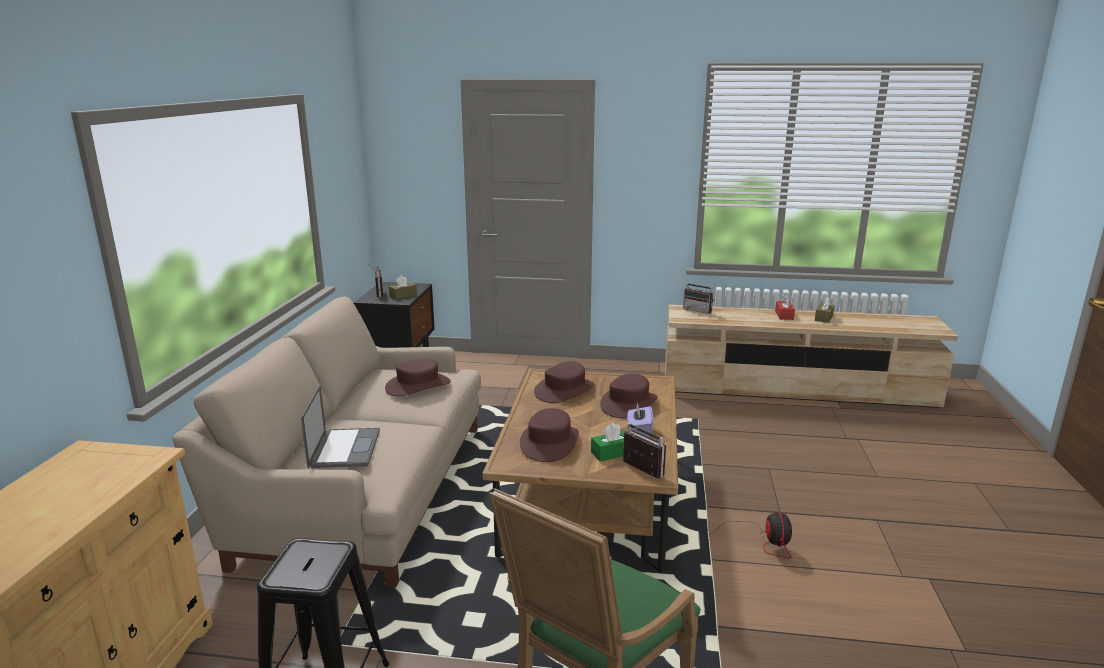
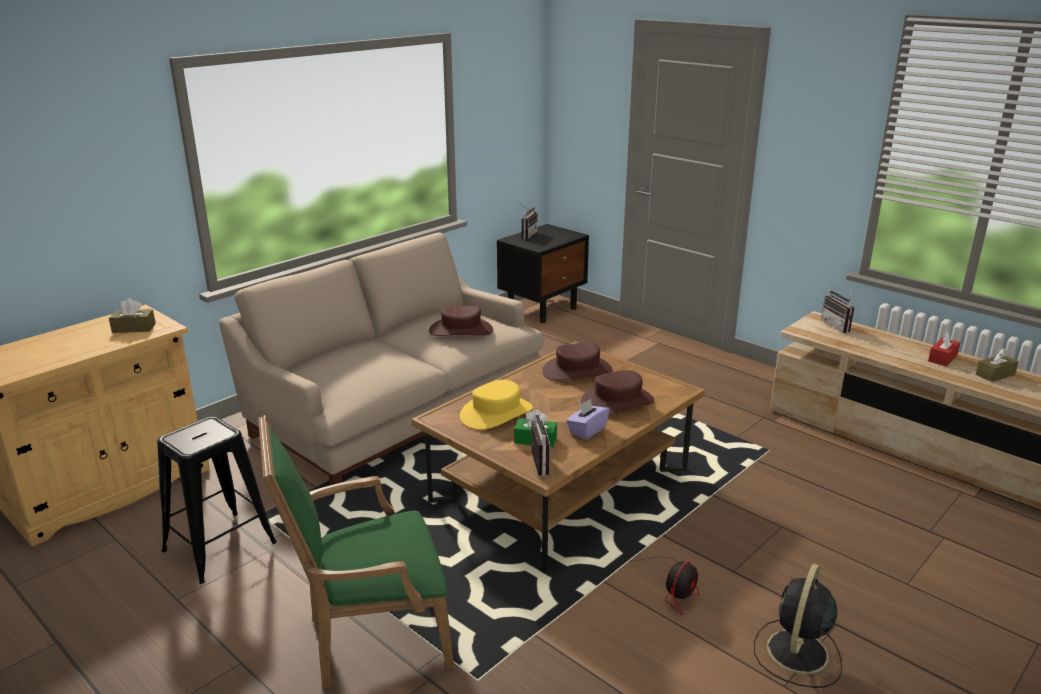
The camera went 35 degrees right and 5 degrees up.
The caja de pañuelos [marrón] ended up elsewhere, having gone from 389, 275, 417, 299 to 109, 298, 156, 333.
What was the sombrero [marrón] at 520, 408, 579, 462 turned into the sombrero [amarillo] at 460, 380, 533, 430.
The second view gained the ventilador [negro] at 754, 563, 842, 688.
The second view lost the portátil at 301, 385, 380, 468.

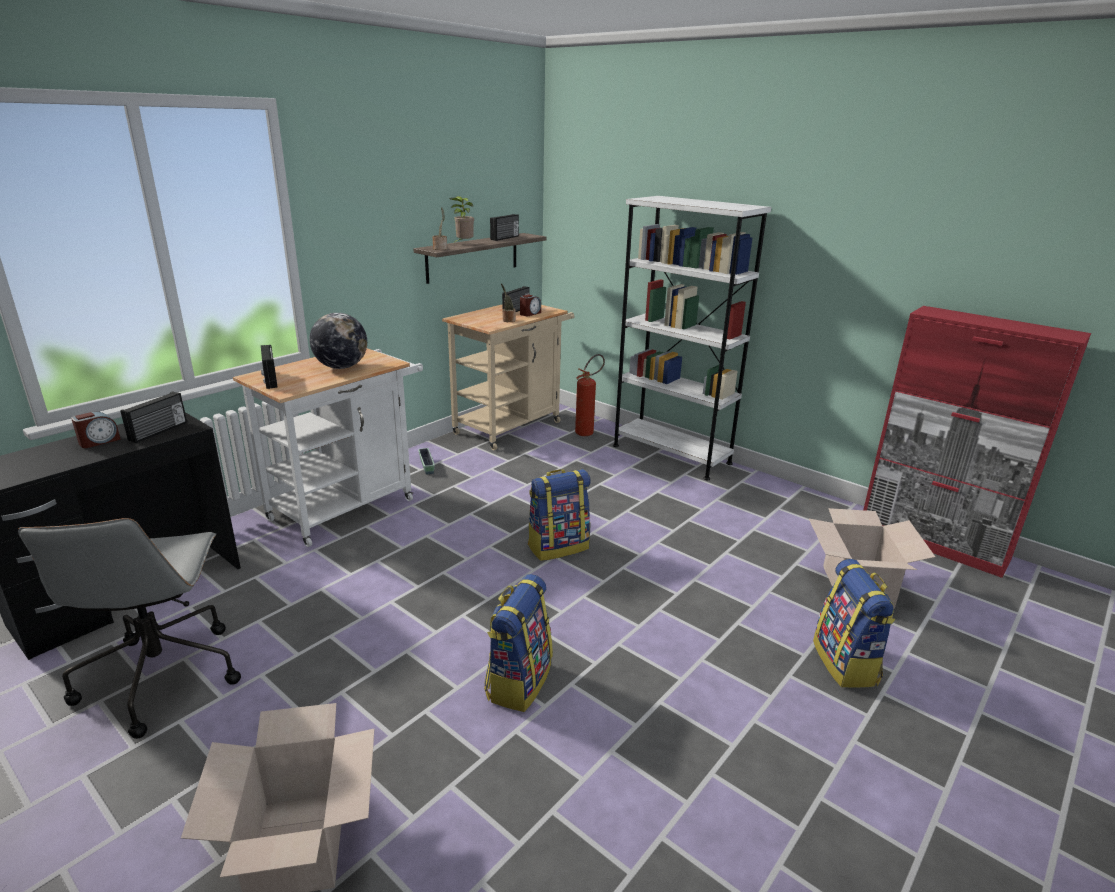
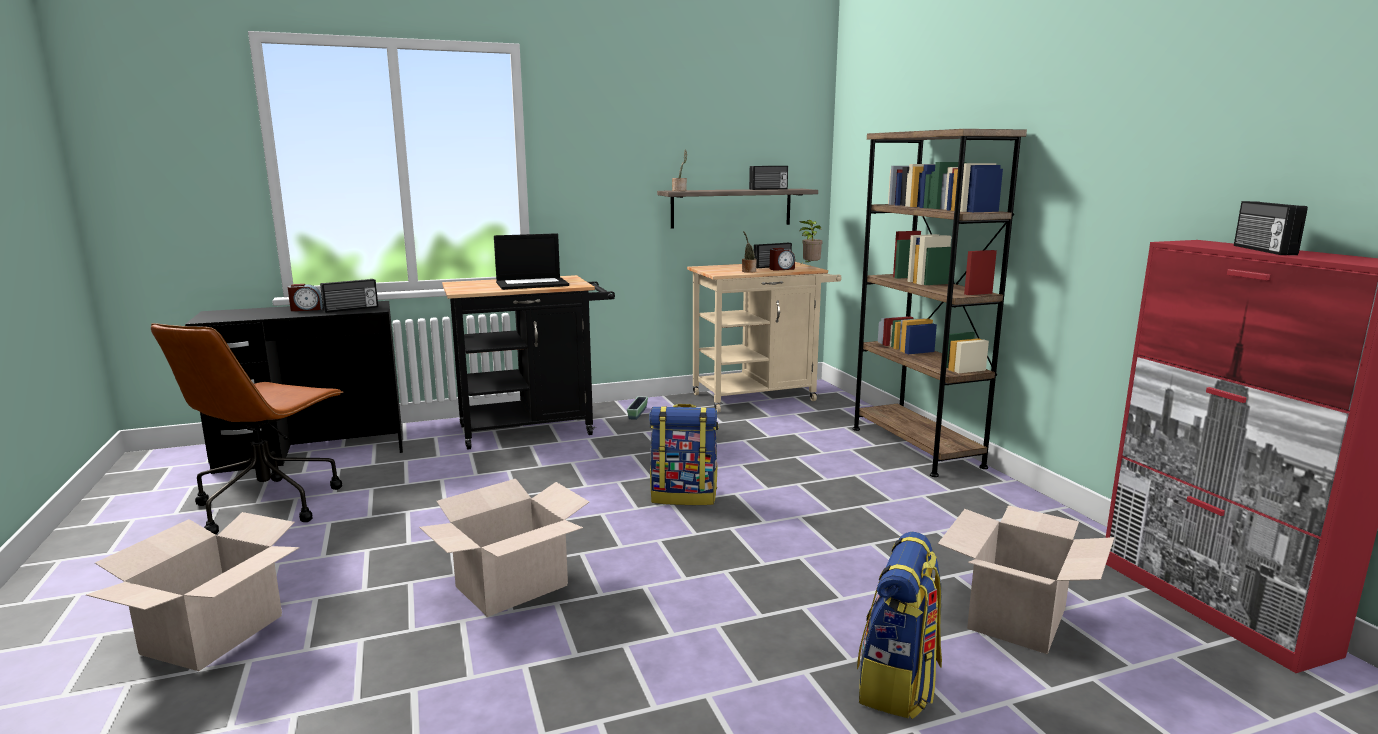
The camera went 30 degrees right and 10 degrees down.
What was the silla de oficina [gris] at 18, 518, 241, 739 turned into the silla de oficina [marrón] at 151, 323, 343, 535.
Where the mochila stood at 484, 574, 553, 712, the caja de cartón came to stand at 419, 479, 589, 617.
What was the carrito [blanco] at 233, 348, 423, 547 turned into the carrito [negro] at 442, 275, 615, 450.
Where the globo terráqueo stood at 309, 313, 367, 369, the portátil came to stand at 494, 233, 569, 290.
The planta en maceta ended up elsewhere, having gone from 449, 196, 474, 243 to 799, 220, 823, 264.
What was the estantería [blanco] at 613, 196, 771, 480 turned into the estantería [marrón] at 852, 129, 1027, 477.
The radio ended up elsewhere, having gone from 261, 345, 277, 389 to 1234, 201, 1308, 255.
The second view lost the extintor at 575, 354, 605, 436.

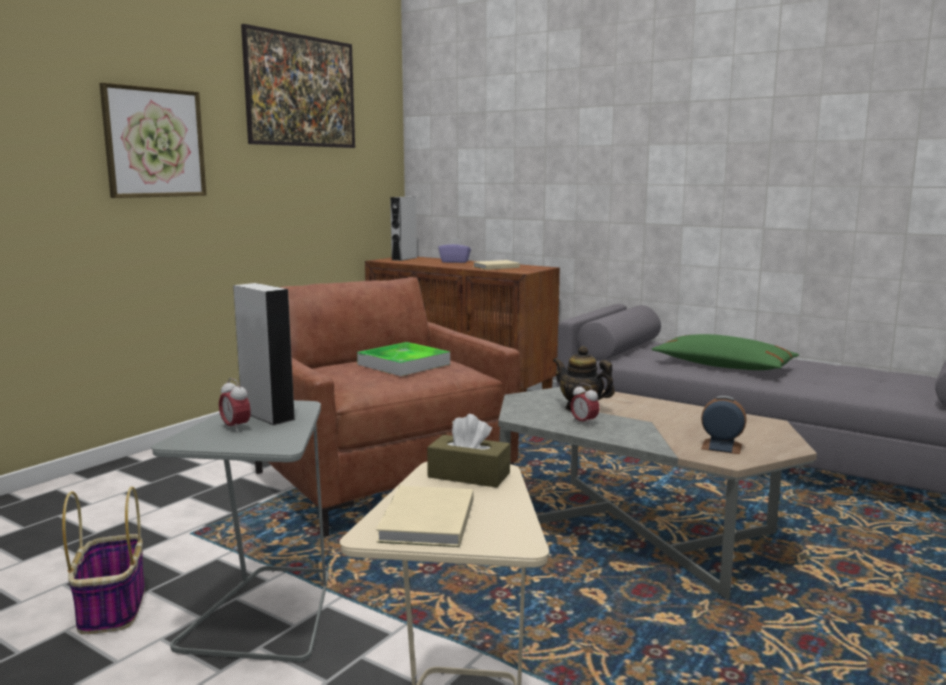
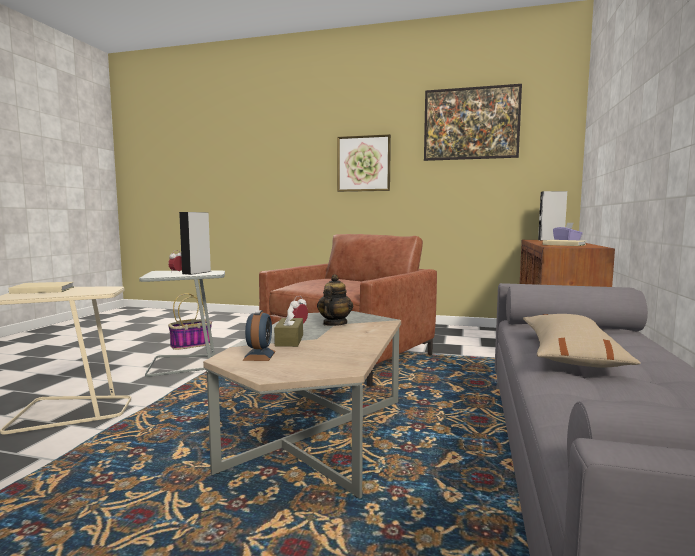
The camera went 70 degrees right and 5 degrees down.
The caja de pañuelos [marrón] ended up elsewhere, having gone from 427, 414, 510, 488 to 274, 305, 303, 347.
What was the cojín [verde] at 652, 334, 799, 370 turned into the cojín [beis] at 523, 314, 641, 368.
The second view lost the bandeja at 357, 342, 450, 376.

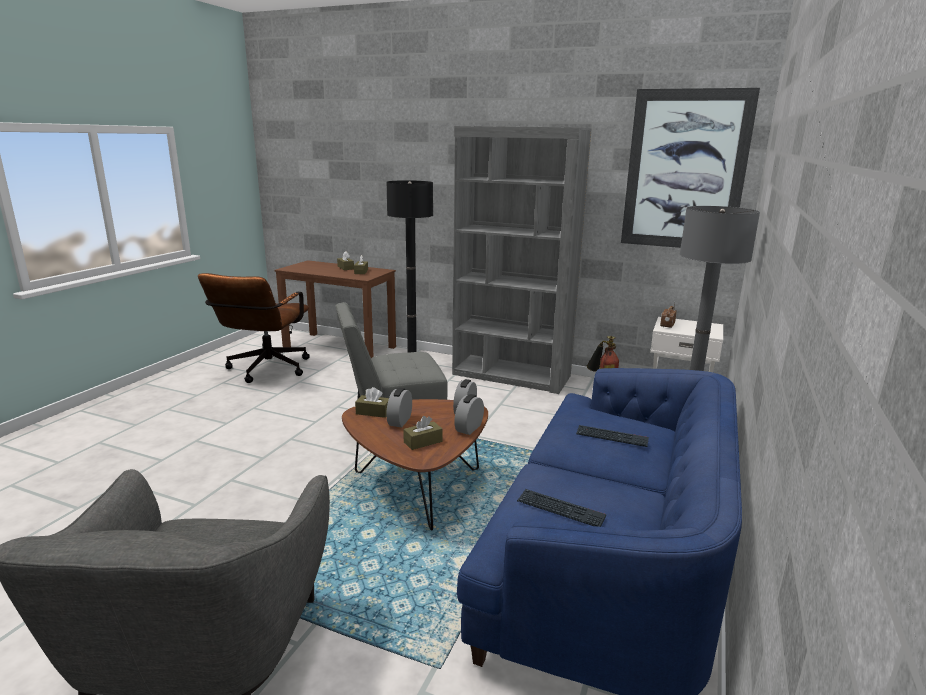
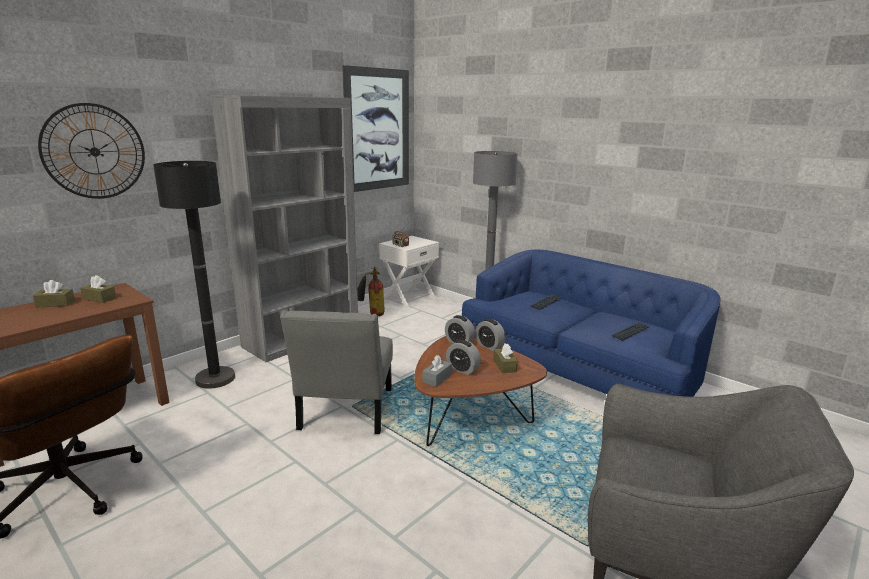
The camera went 70 degrees left and 0 degrees up.
The second view gained the reloj de pared at 38, 103, 145, 199.
What was the caja de pañuelos [marrón] at 355, 387, 389, 418 turned into the caja de pañuelos [gris] at 423, 355, 452, 387.

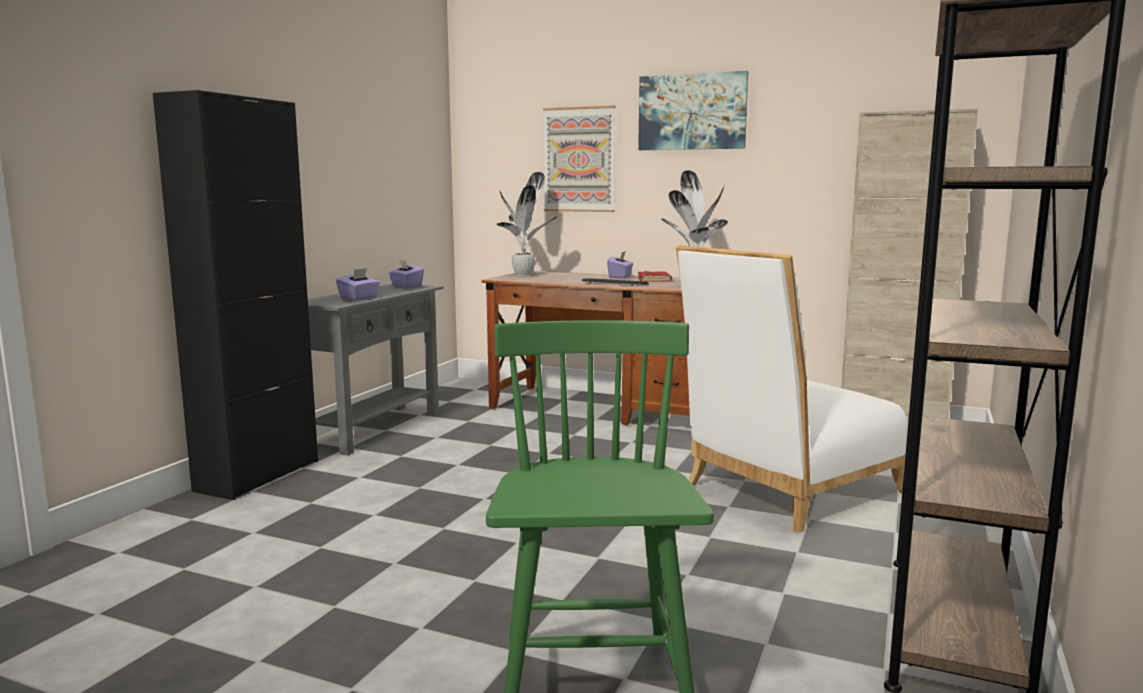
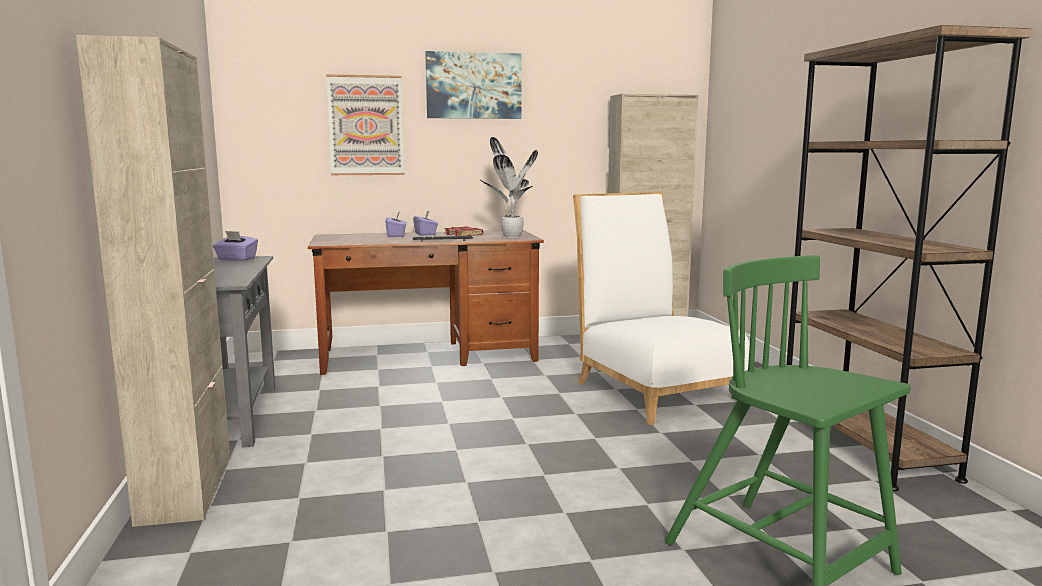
The camera went 35 degrees left and 0 degrees up.
What was the armario [negro] at 153, 90, 318, 500 turned into the armario [beis] at 76, 35, 230, 527.
The caja de pañuelos [morado] ended up elsewhere, having gone from 336, 268, 380, 300 to 385, 212, 407, 237.
The silla [blanco] at 676, 246, 908, 533 ended up facing another way, 135 degrees clockwise from before.
The second view lost the planta en maceta at 496, 172, 557, 276.

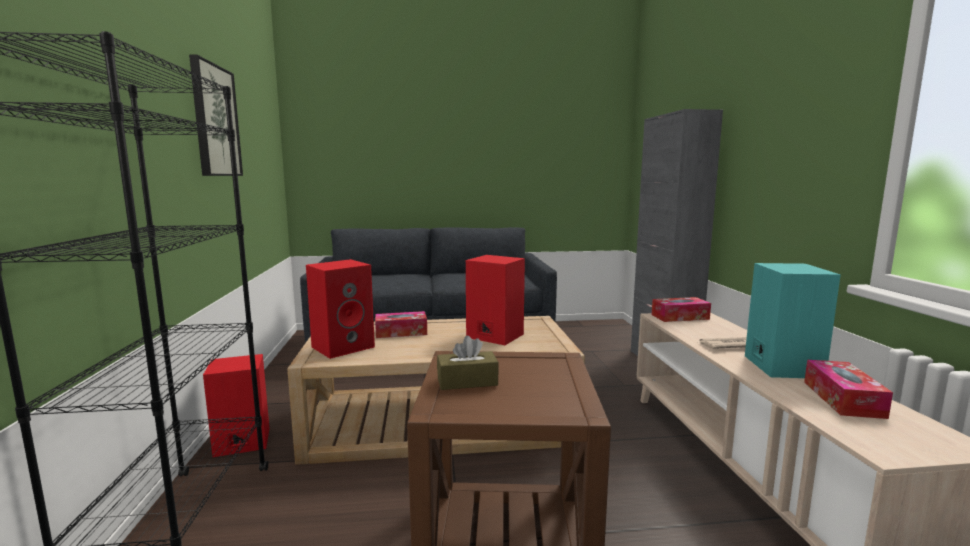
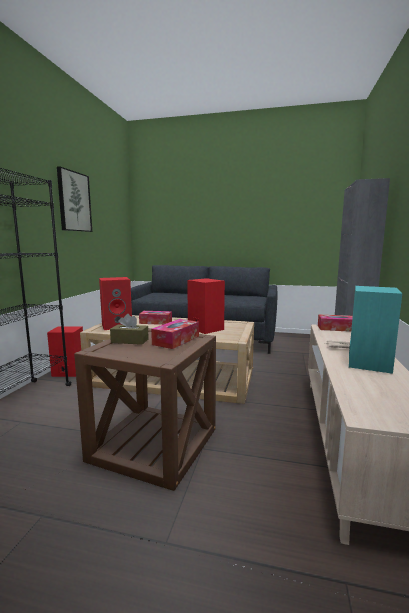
The camera went 20 degrees right and 0 degrees up.
The caja de pañuelos ended up elsewhere, having gone from 804, 360, 893, 419 to 151, 319, 199, 349.

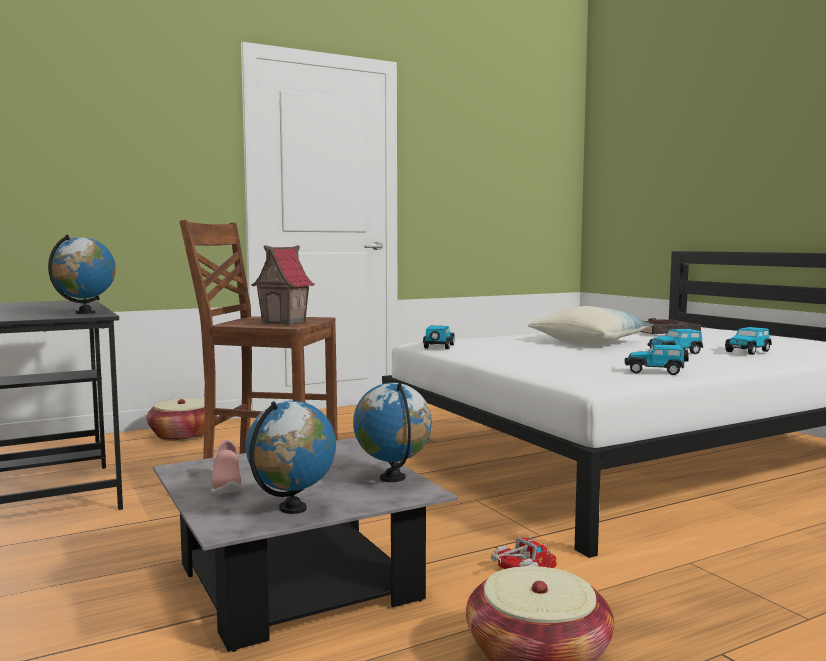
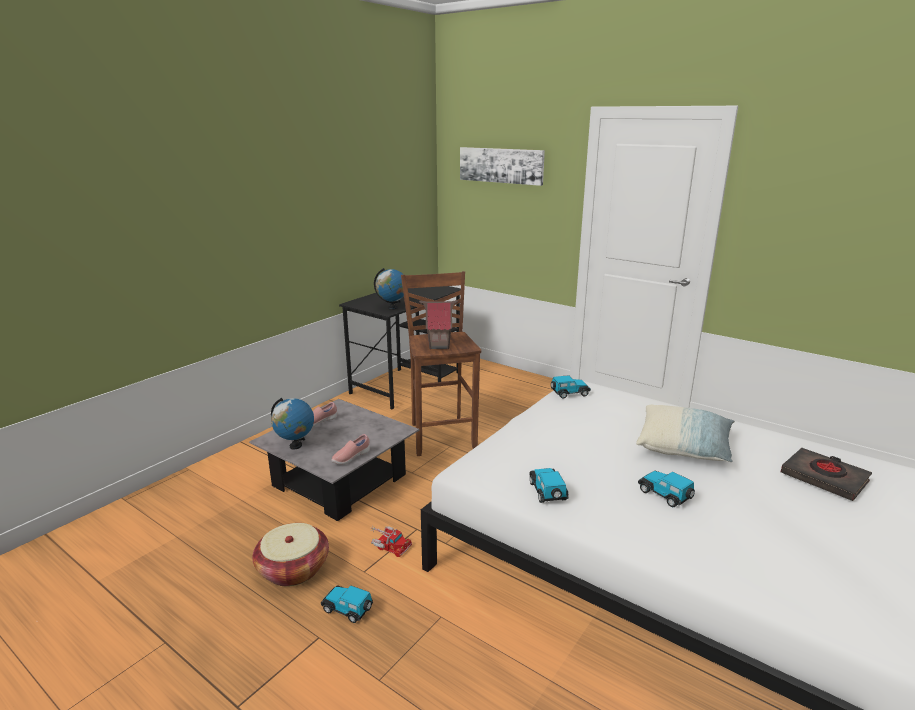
The camera went 65 degrees right and 15 degrees up.
The coche de juguete ended up elsewhere, having gone from 725, 327, 772, 355 to 321, 585, 373, 623.
Where the globo terráqueo stood at 353, 383, 432, 482, the zapato [rosa] came to stand at 331, 434, 370, 465.
The second view gained the cuadro at 460, 147, 545, 186.
The second view lost the cesta at 146, 398, 217, 441.

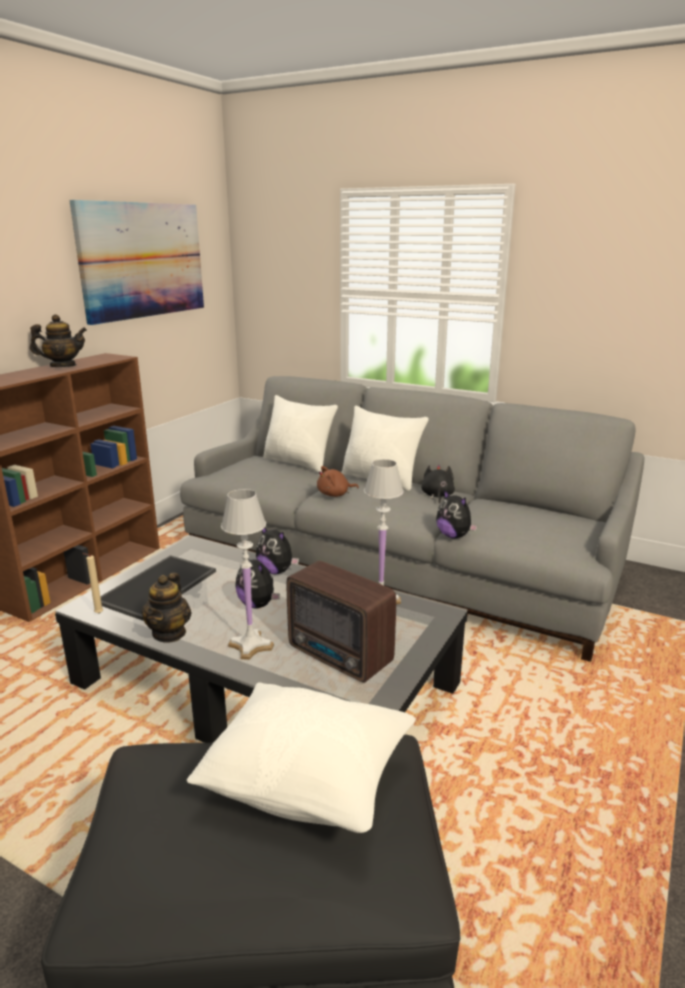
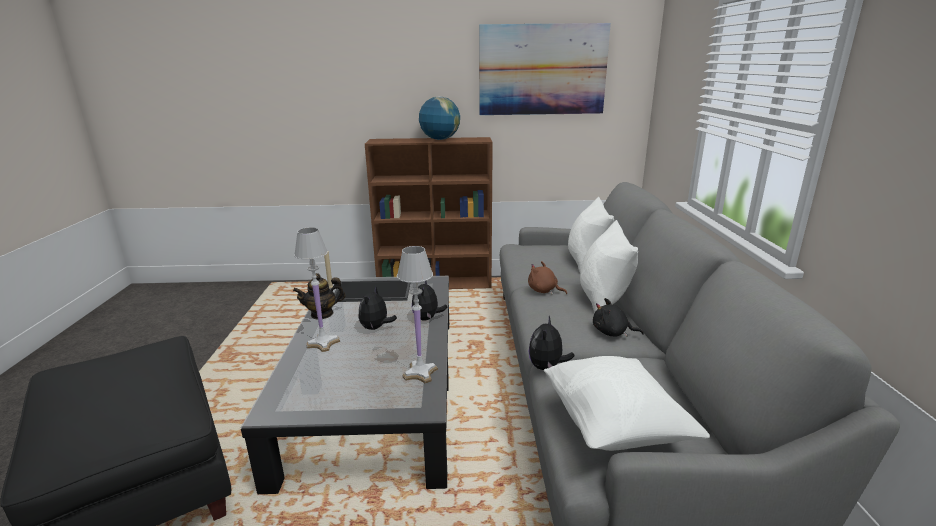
The camera went 60 degrees right and 0 degrees up.
Where the tetera stood at 30, 314, 87, 367, the globo terráqueo came to stand at 419, 96, 460, 140.
The cojín [blanco] ended up elsewhere, having gone from 187, 682, 416, 833 to 544, 356, 710, 451.
The peluche [negro] at 421, 465, 455, 504 ended up facing another way, 135 degrees counterclockwise from before.
The second view lost the radio at 287, 560, 396, 683.

